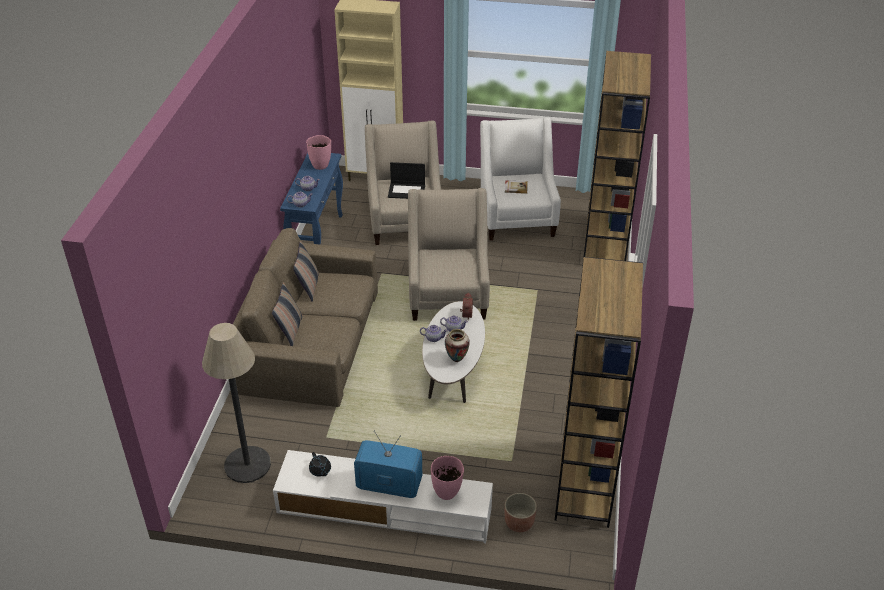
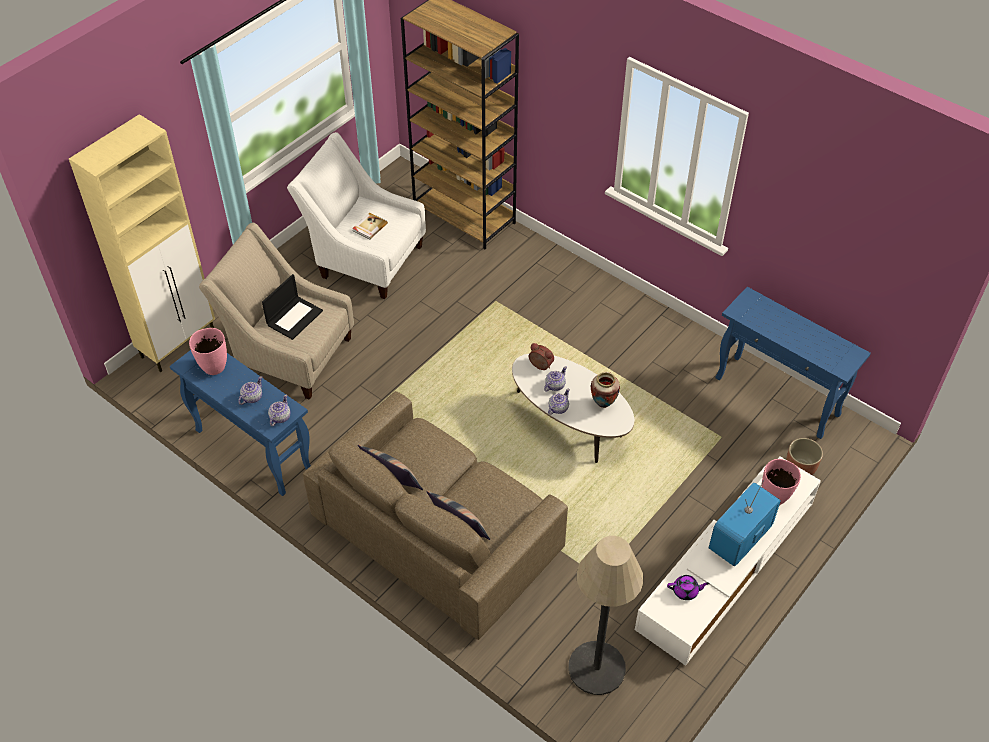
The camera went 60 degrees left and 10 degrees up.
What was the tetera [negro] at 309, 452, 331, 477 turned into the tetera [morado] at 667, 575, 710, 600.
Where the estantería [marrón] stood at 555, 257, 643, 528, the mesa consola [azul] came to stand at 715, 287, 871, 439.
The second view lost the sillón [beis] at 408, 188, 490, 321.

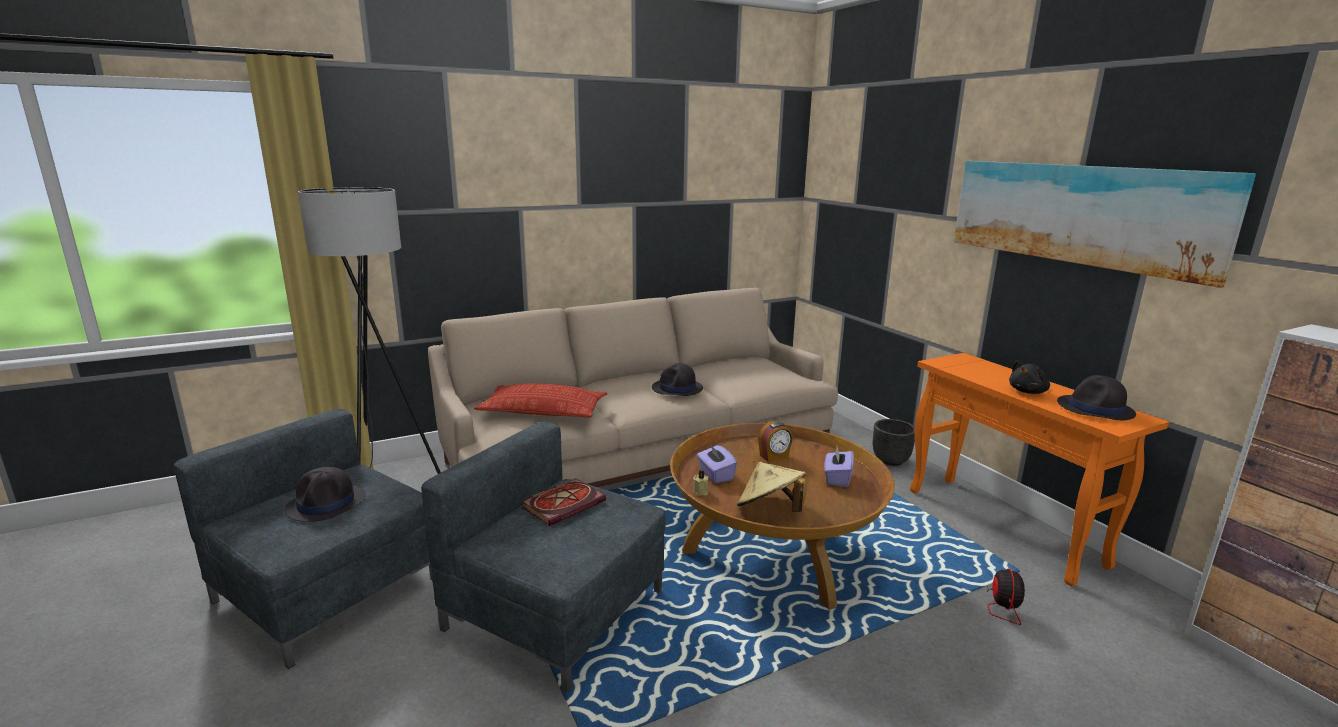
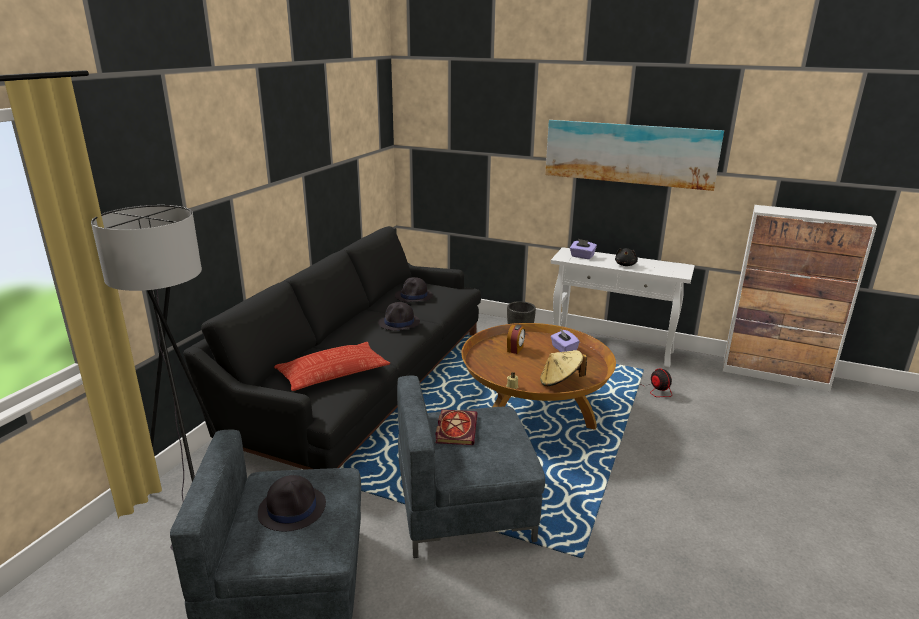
The camera went 40 degrees left and 5 degrees up.
What was the sofá [beis] at 428, 288, 838, 487 turned into the sofá [negro] at 183, 226, 481, 470.
The sombrero [negro] ended up elsewhere, having gone from 1057, 375, 1136, 420 to 395, 277, 433, 302.
What was the mesa consola [naranja] at 910, 353, 1169, 586 turned into the mesa consola [blanco] at 551, 247, 695, 368.
The caja de pañuelos [morado] ended up elsewhere, having gone from 697, 444, 737, 483 to 570, 239, 597, 259.

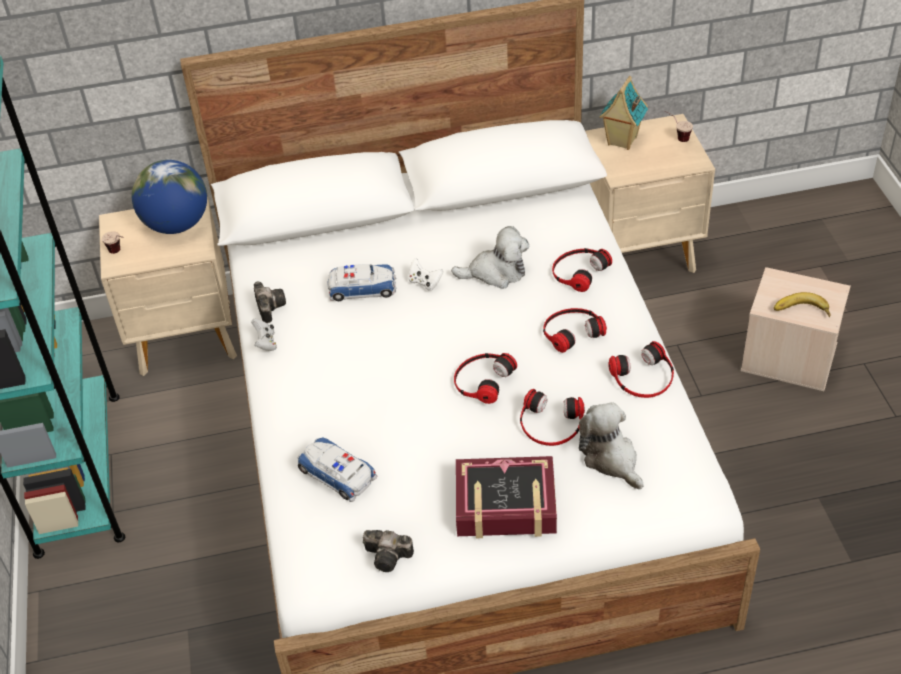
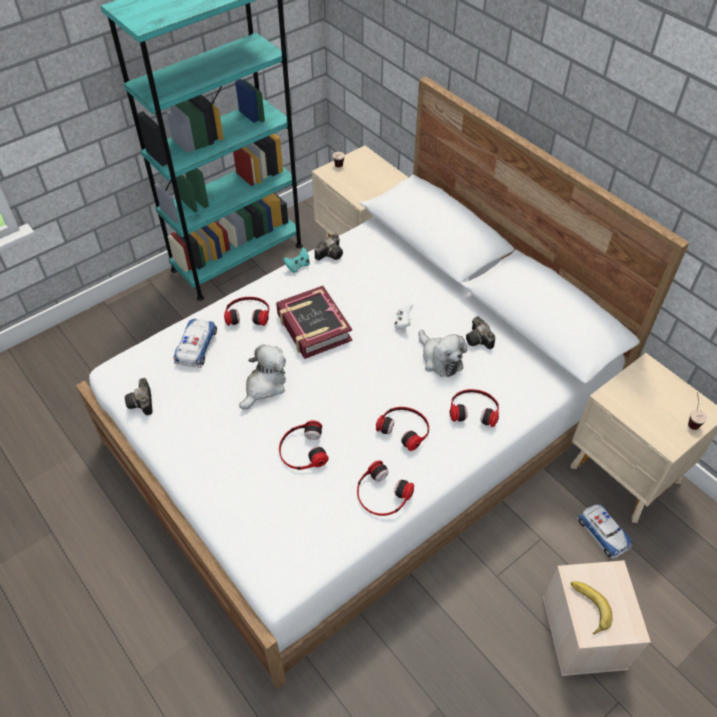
The camera went 60 degrees right and 5 degrees up.
The auriculares ended up elsewhere, having gone from 454, 353, 517, 404 to 224, 297, 269, 326.
The peluche ended up elsewhere, having gone from 579, 402, 644, 489 to 239, 344, 286, 410.
The libro ended up elsewhere, having gone from 456, 456, 557, 538 to 276, 286, 352, 359.
What was the mando de consola [blanco] at 251, 318, 277, 351 turned into the mando de consola [turquesa] at 283, 247, 310, 273.
The second view gained the cámara at 466, 316, 495, 349.
The coche de juguete ended up elsewhere, having gone from 327, 264, 397, 301 to 577, 504, 632, 558.
The second view lost the globo terráqueo at 132, 160, 207, 234.
The second view lost the casita at 599, 76, 648, 150.

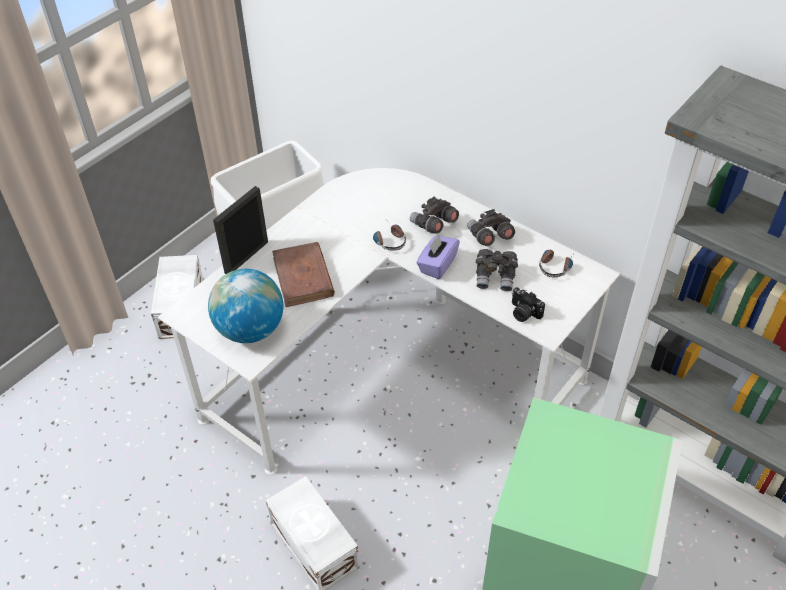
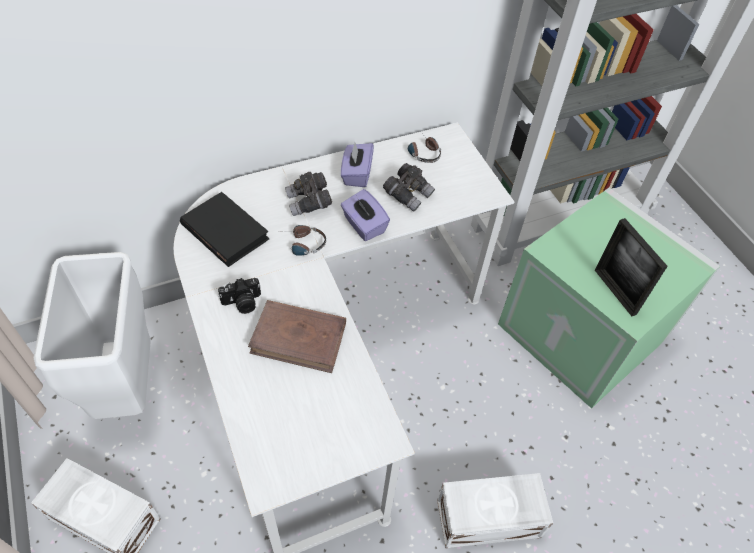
The camera went 65 degrees left and 5 degrees up.
The second view gained the libro [negro] at 180, 192, 269, 267.
The cámara ended up elsewhere, having gone from 512, 287, 545, 322 to 218, 278, 261, 314.
Where the prismáticos [gris] stood at 467, 209, 515, 246, the caja de pañuelos [morado] came to stand at 341, 143, 374, 187.
The portarretratos ended up elsewhere, having gone from 213, 186, 268, 274 to 595, 218, 668, 316.
The second view lost the globo terráqueo at 208, 269, 283, 343.

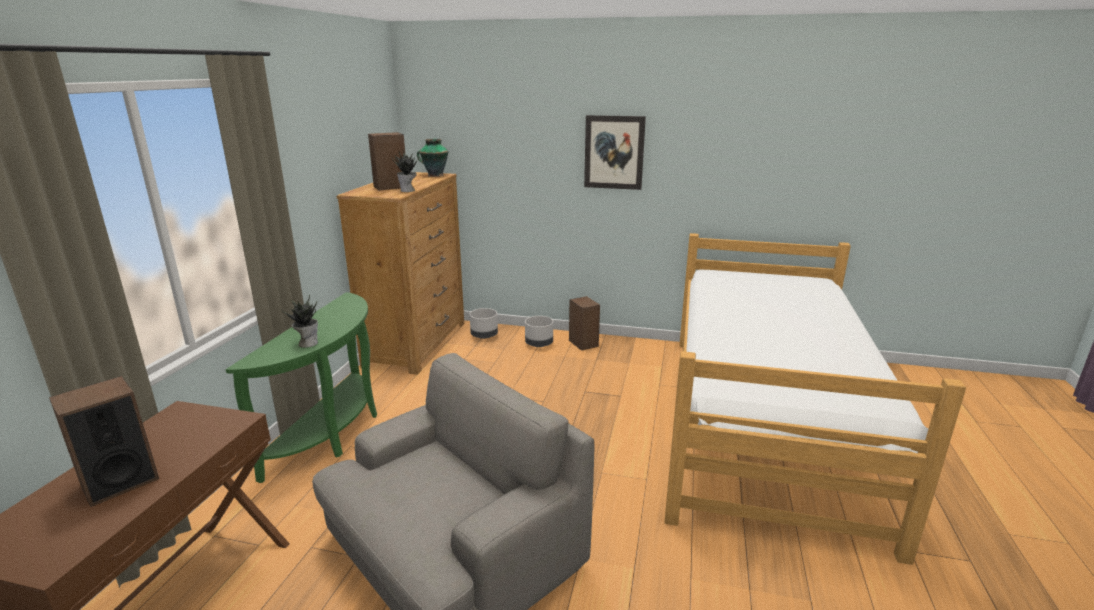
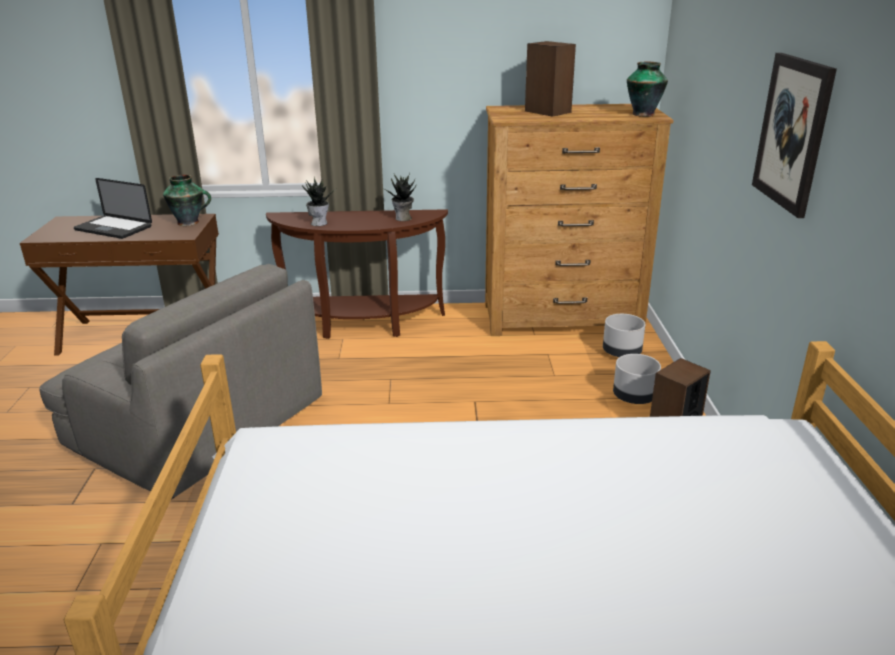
The camera went 75 degrees right and 5 degrees up.
Where the altavoz stood at 49, 376, 159, 507, the portátil came to stand at 74, 178, 152, 239.
The second view gained the florero at 163, 175, 211, 226.
What was the mesa consola [verde] at 226, 292, 377, 483 turned into the mesa consola [marrón] at 266, 209, 448, 339.
The planta en maceta ended up elsewhere, having gone from 392, 150, 419, 192 to 386, 173, 416, 221.

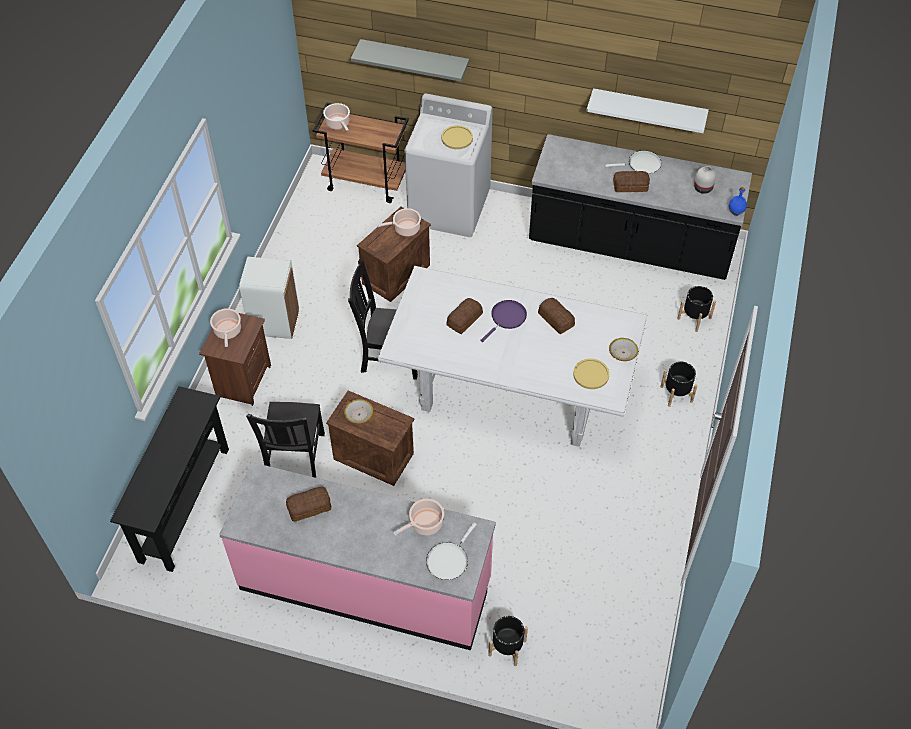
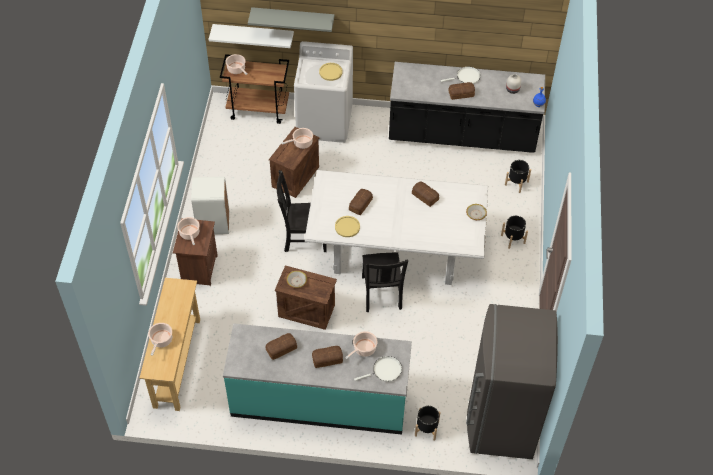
The camera went 10 degrees left and 0 degrees up.
What was the mesa consola [negro] at 110, 386, 229, 572 turned into the mesa consola [beis] at 140, 278, 200, 411.
The second view gained the olla at 148, 323, 172, 356.
The estante [blanco] ended up elsewhere, having gone from 586, 88, 709, 133 to 208, 24, 294, 48.
What was the mueble bajo de cocina [rosa] at 219, 462, 496, 651 turned into the mueble bajo de cocina [turquesa] at 223, 323, 412, 435.
The second view gained the pan at 312, 346, 343, 368.
The plato [amarillo] ended up elsewhere, having gone from 573, 358, 609, 389 to 335, 216, 360, 237.
The sartén [blanco] at 426, 523, 477, 581 ended up facing another way, 135 degrees counterclockwise from before.
The silla [negro] ended up elsewhere, having gone from 246, 402, 325, 478 to 362, 252, 408, 312.
The second view gained the nevera [gris] at 466, 304, 558, 459.
The second view lost the sartén [morado] at 480, 300, 527, 342.

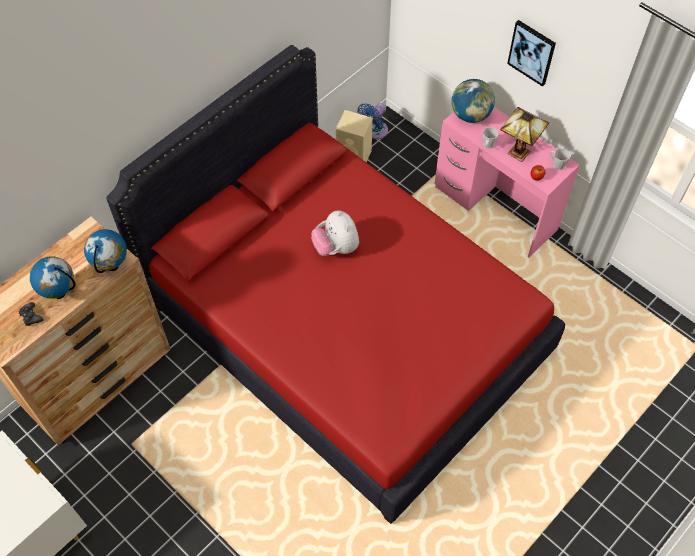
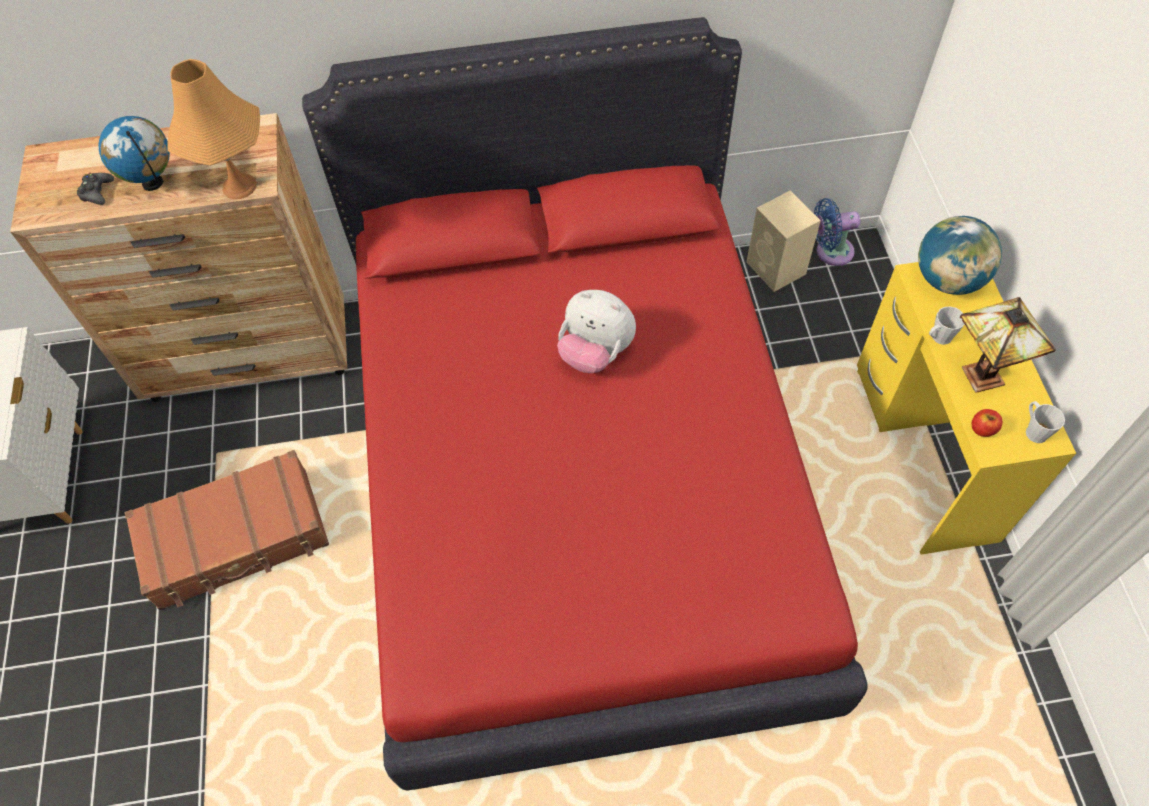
The camera went 40 degrees right and 0 degrees up.
The second view gained the maleta [marrón] at 125, 450, 329, 610.
Where the globo terráqueo stood at 84, 229, 127, 273, the lámpara de mesa [naranja] came to stand at 167, 59, 260, 199.
The peluche at 311, 211, 359, 256 ended up facing another way, 75 degrees counterclockwise from before.
What was the escritorio [rosa] at 434, 107, 580, 258 turned into the escritorio [amarillo] at 857, 262, 1076, 555.
The second view lost the cuadro at 507, 20, 556, 87.

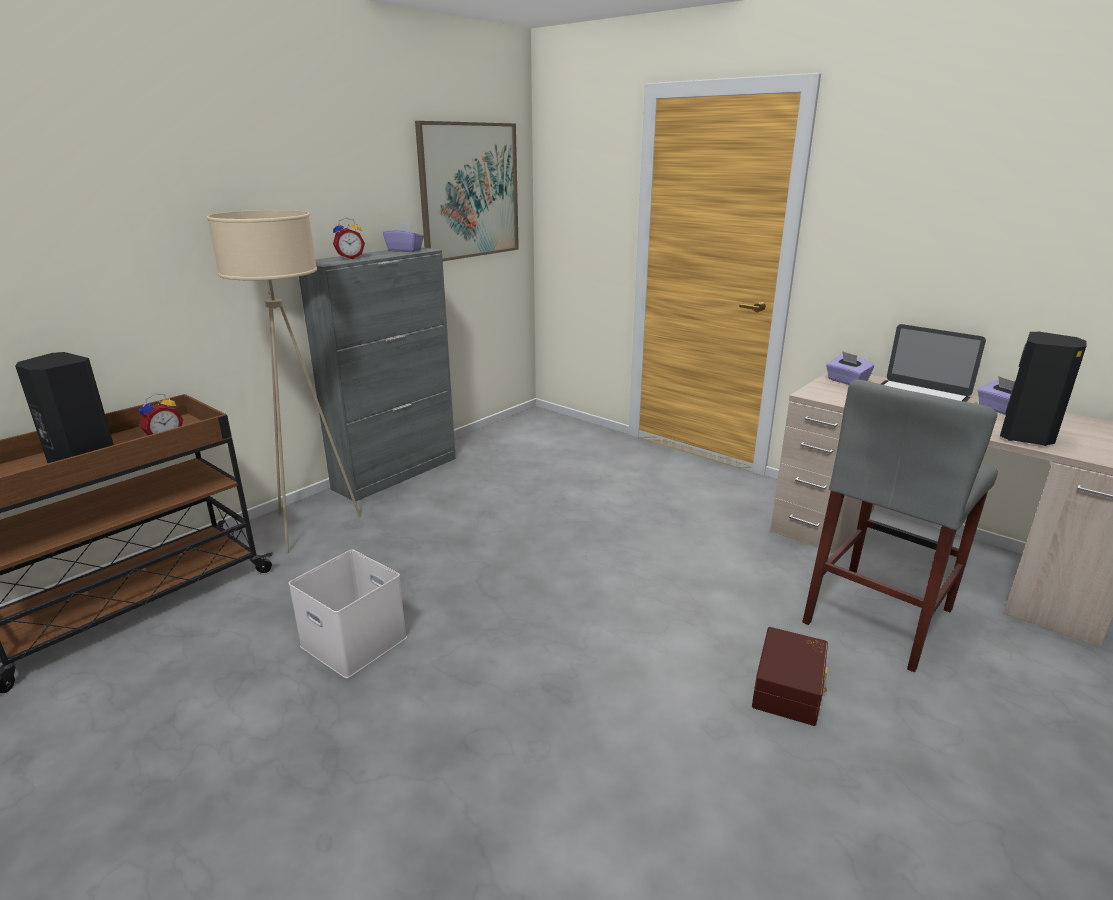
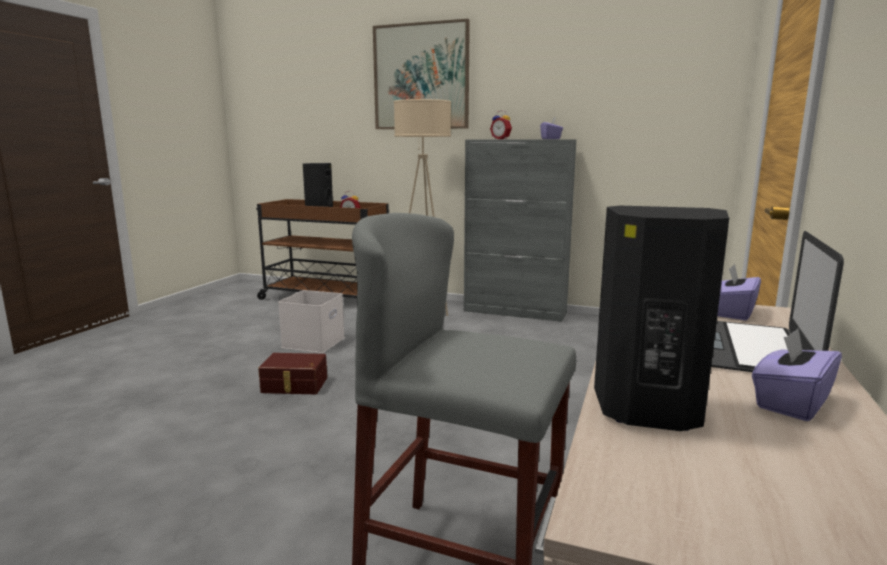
The camera went 70 degrees right and 10 degrees down.
The caja de almacenaje [marrón] ended up elsewhere, having gone from 752, 627, 828, 726 to 258, 353, 327, 394.
The cuadro ended up elsewhere, having gone from 415, 121, 519, 261 to 373, 19, 470, 129.

